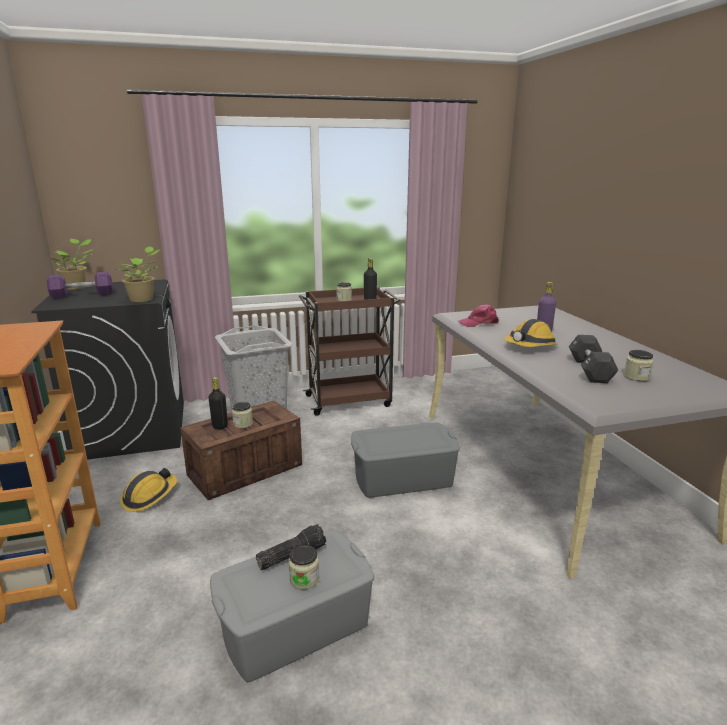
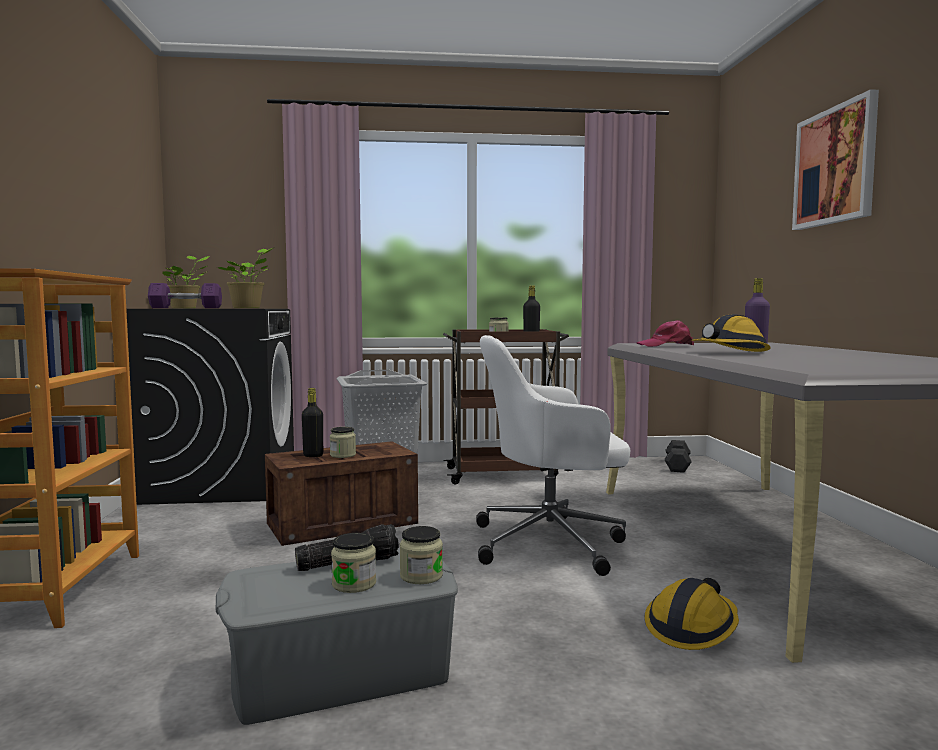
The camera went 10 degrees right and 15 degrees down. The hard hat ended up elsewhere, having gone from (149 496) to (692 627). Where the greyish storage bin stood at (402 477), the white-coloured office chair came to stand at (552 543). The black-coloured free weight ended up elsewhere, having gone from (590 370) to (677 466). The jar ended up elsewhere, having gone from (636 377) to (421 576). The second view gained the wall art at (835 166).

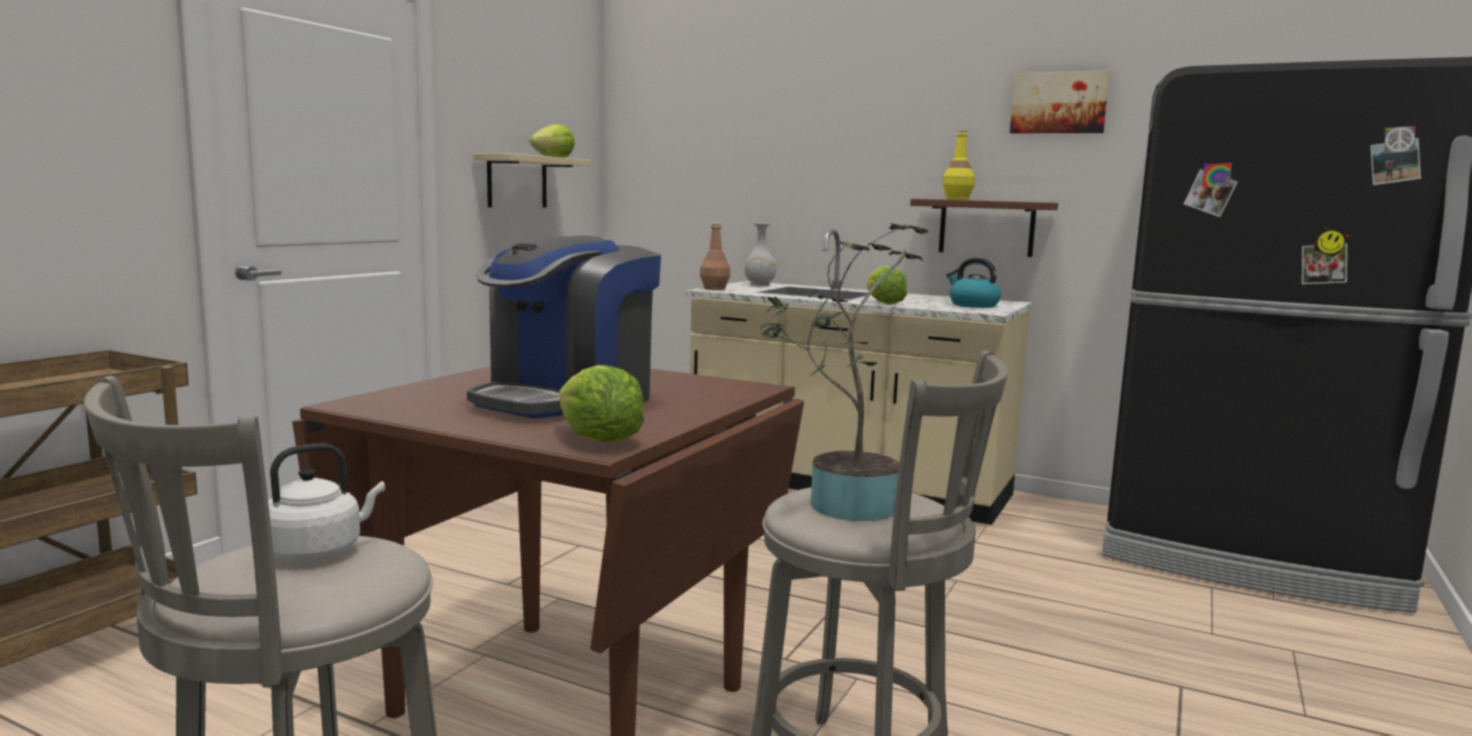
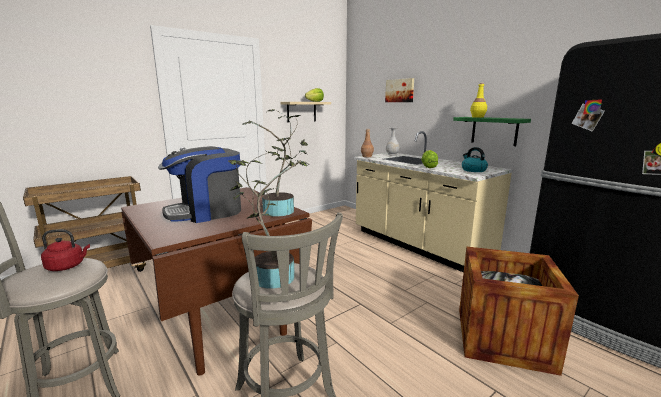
The camera went 25 degrees right and 5 degrees up. What was the white-coloured tea kettle at (318 551) turned into the red tea kettle at (67 266). The second view lost the head of lettuce at (598 441). What was the brown wall shelf at (986 227) turned into the green wall shelf at (494 131). The wall art ended up elsewhere, having gone from (1059 103) to (400 90). The second view gained the plant in a pot at (281 212). The second view gained the crate at (503 338).

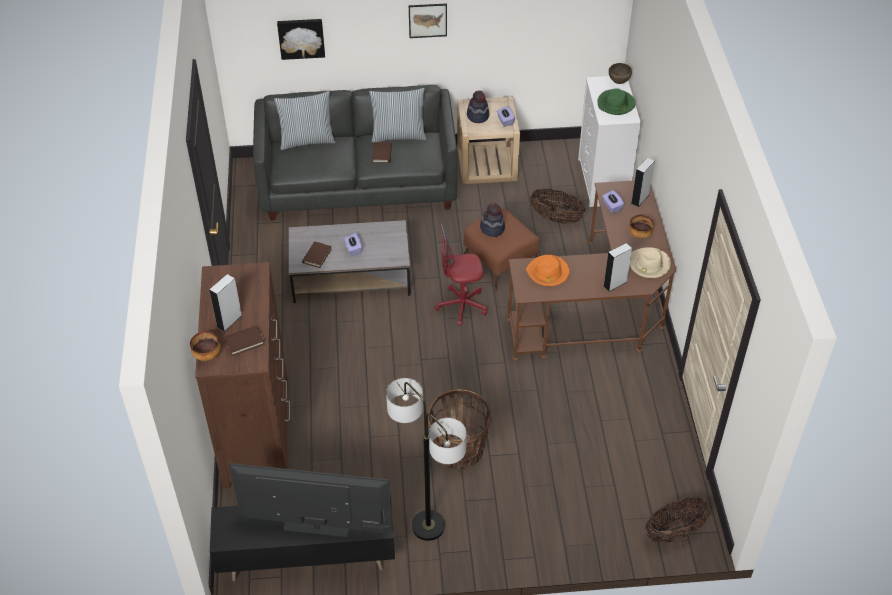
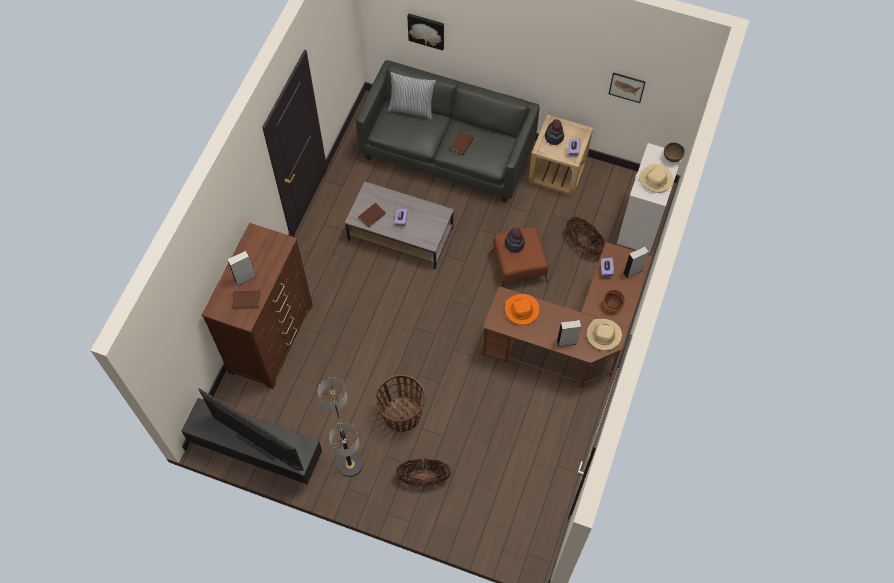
The camera went 25 degrees right and 15 degrees up. The second view lost the serving bowl at (207 355). The second view lost the throw pillow at (398 135). The wall art ended up elsewhere, having gone from (427 20) to (627 87). The second view lost the red office chair at (461 306). What was the green hat at (616 104) turned into the beige hat at (656 180). The household basket ended up elsewhere, having gone from (674 532) to (423 477).

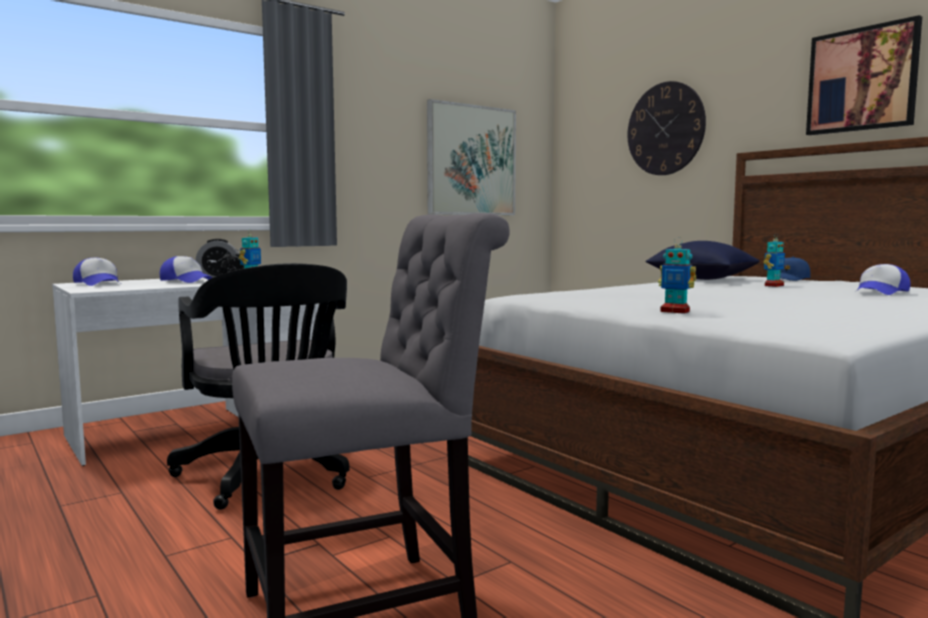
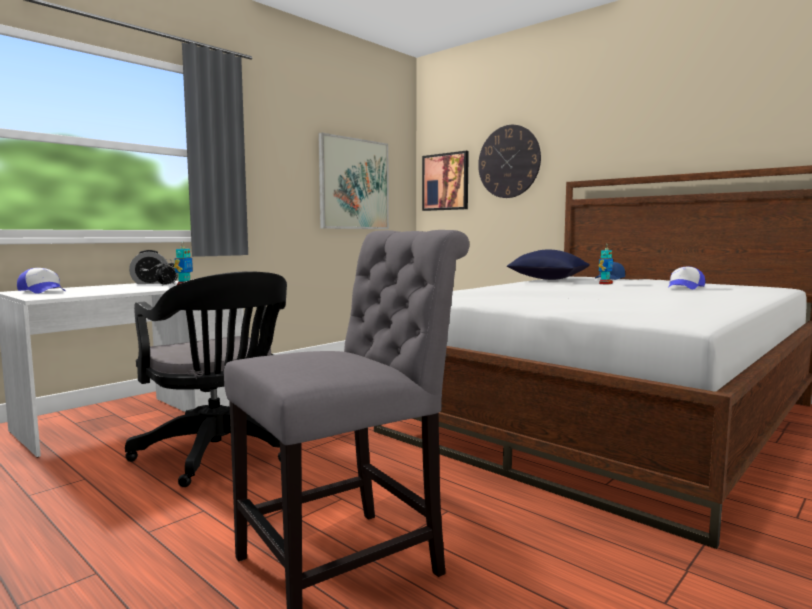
The camera went 10 degrees left and 0 degrees up. The second view lost the baseball cap at (187 281). The second view lost the toy robot at (675 311). The wall art ended up elsewhere, having gone from (862 79) to (445 182).

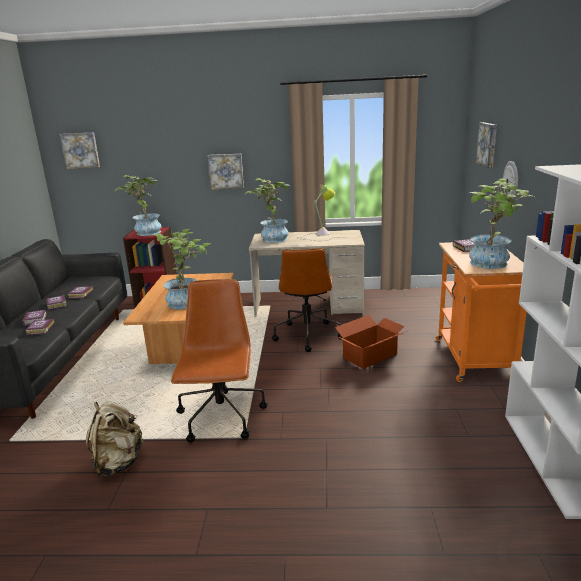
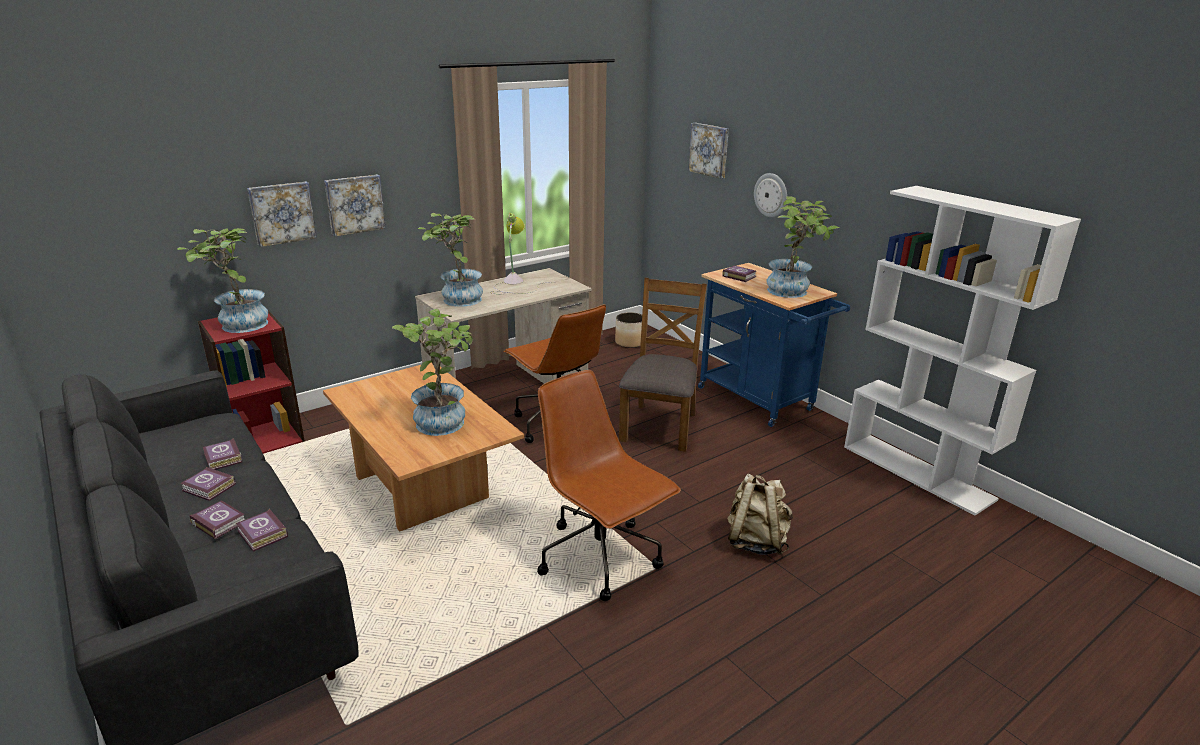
The camera went 40 degrees left and 5 degrees up. The wall art ended up elsewhere, having gone from (80 150) to (282 213). The beige backpack ended up elsewhere, having gone from (118 463) to (756 542). Where the packing box stood at (370 356), the brown plain chair came to stand at (660 426). What was the orange trolley at (476 362) turned into the blue trolley at (760 401). The second view gained the flower pot at (630 342).

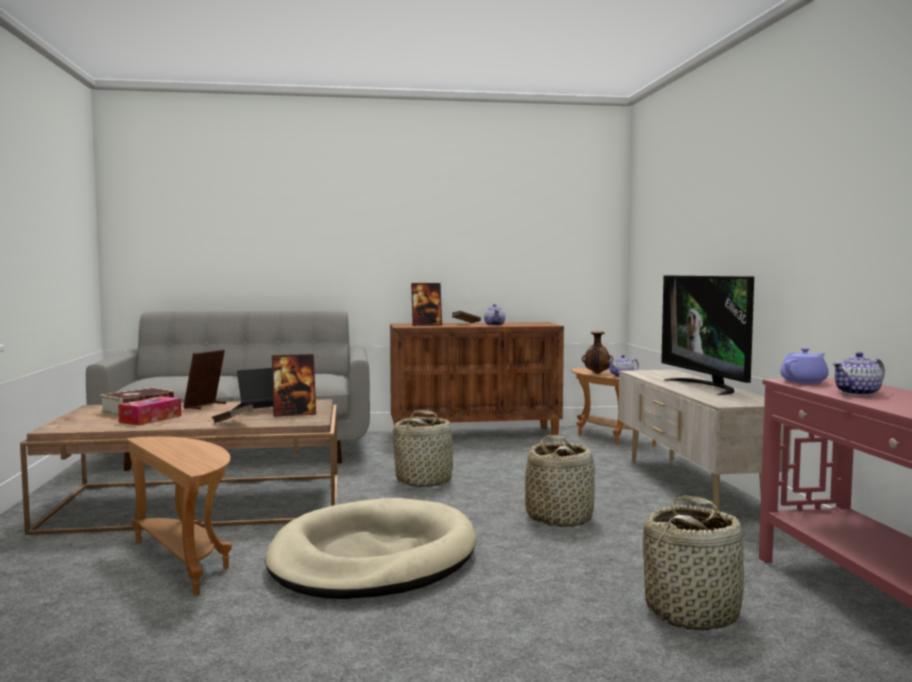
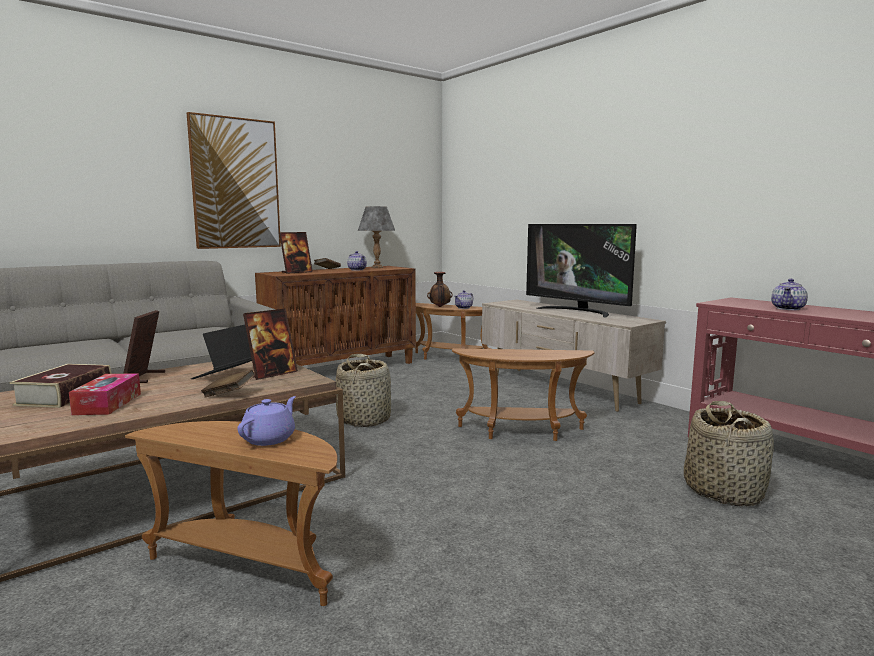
The camera went 30 degrees left and 5 degrees up. The second view lost the beige dog cushion at (373 558). Where the household basket stood at (560 518), the brown side table came to stand at (521 433). The purple-coloured teapot ended up elsewhere, having gone from (804 381) to (269 438). The second view gained the wall art at (235 183). The second view gained the greyish table lamp at (377 267).

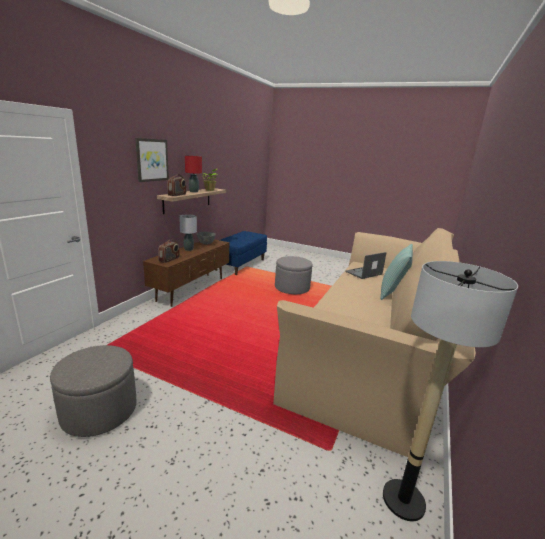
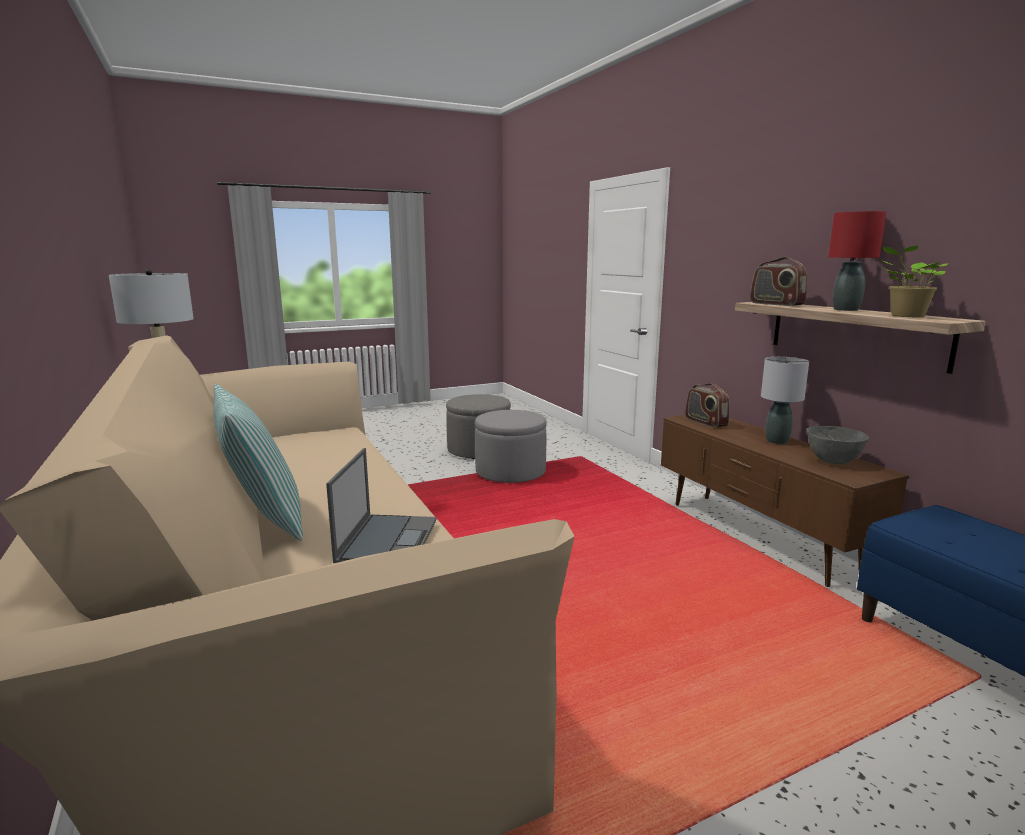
The camera went 130 degrees right and 5 degrees down. The second view lost the wall art at (152 160). The greyish footrest ended up elsewhere, having gone from (292 288) to (510 472).

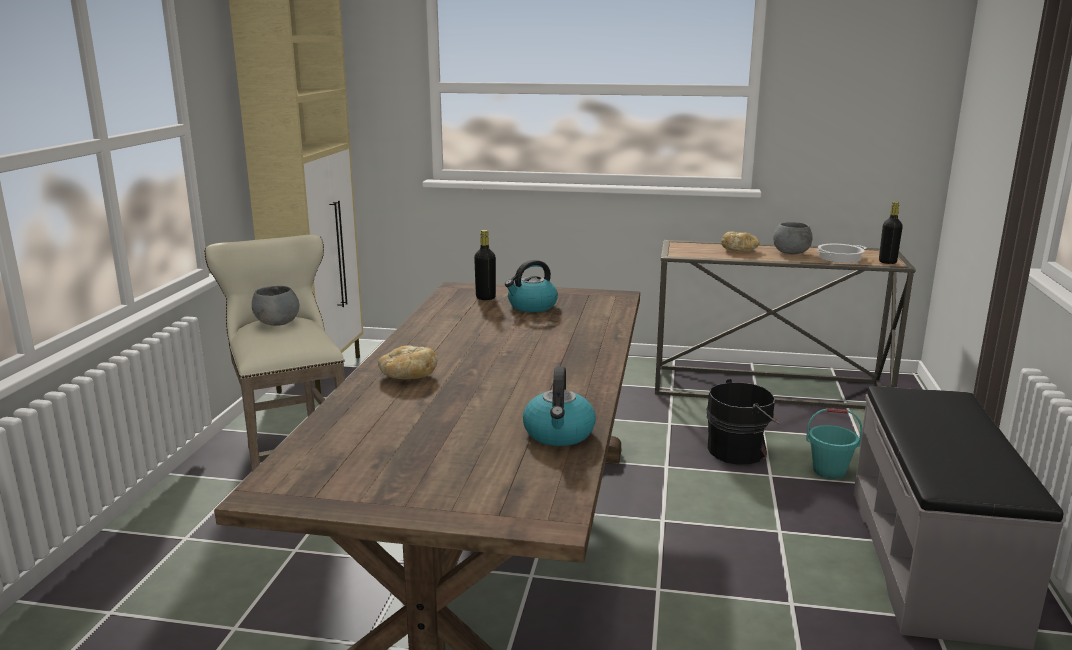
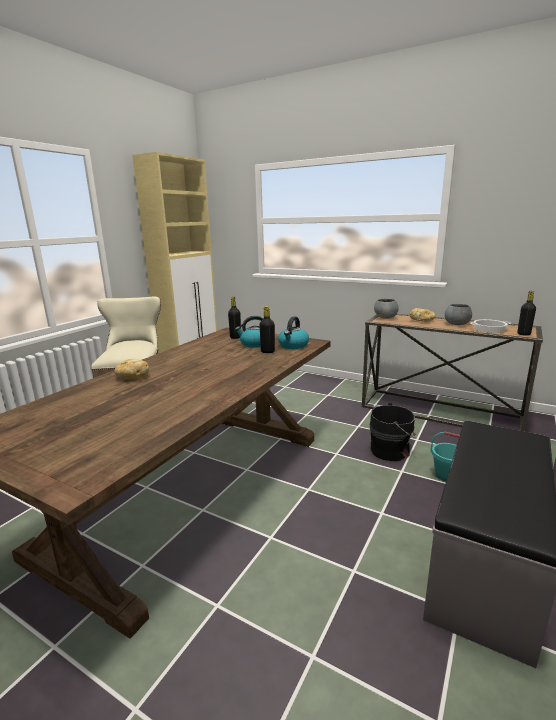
The camera went 20 degrees right and 0 degrees up. The greyish serving bowl ended up elsewhere, having gone from (277 323) to (385 317). The tea kettle ended up elsewhere, having gone from (559 434) to (293 345). The second view gained the black-coloured drink bottle at (267 351).

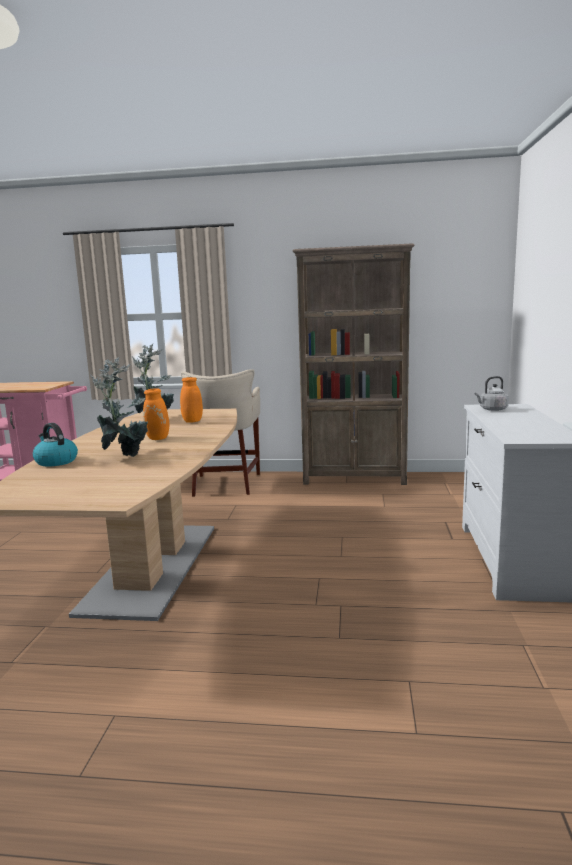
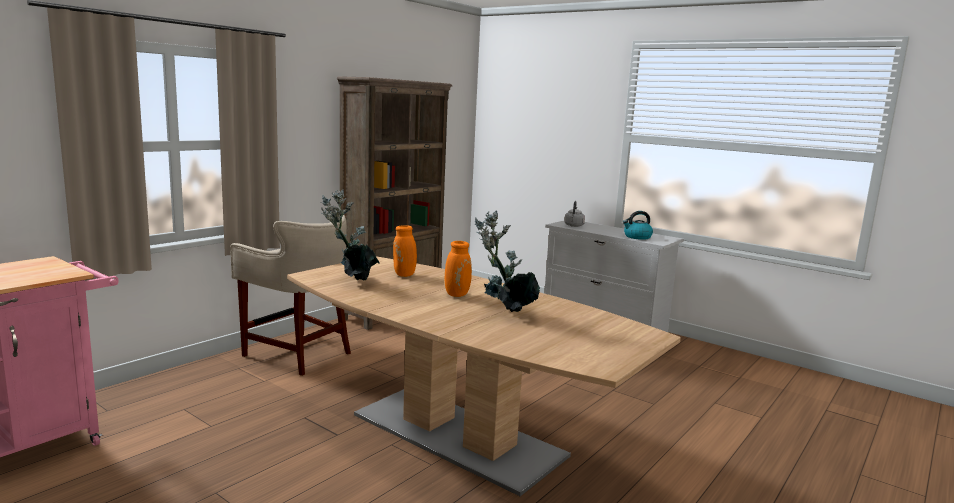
The camera went 60 degrees left and 0 degrees up. The tea kettle ended up elsewhere, having gone from (55 461) to (637 237).

